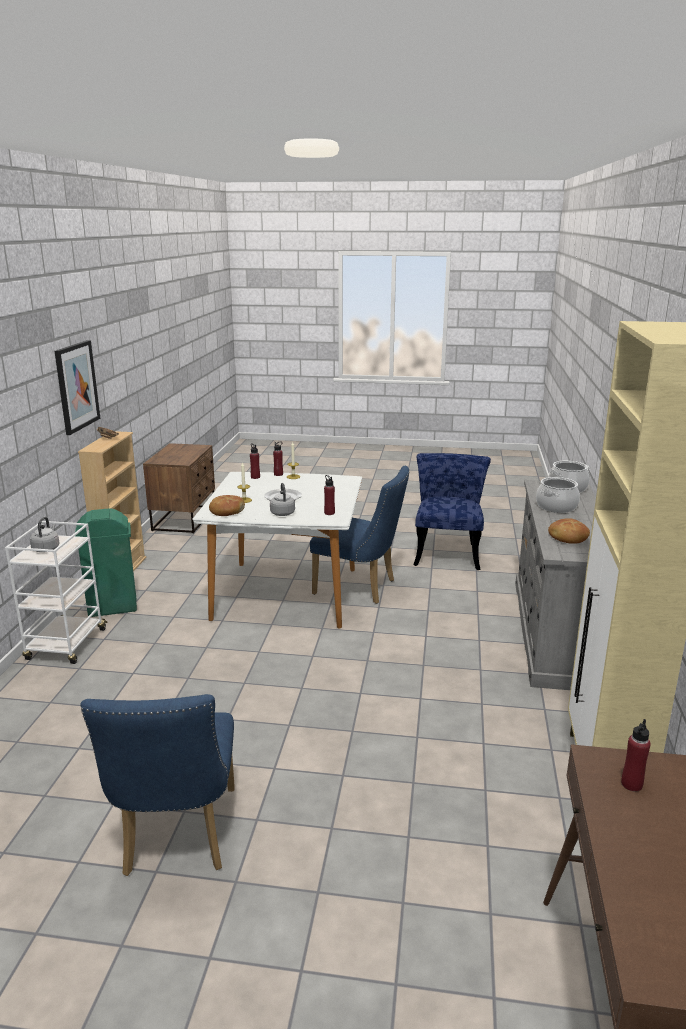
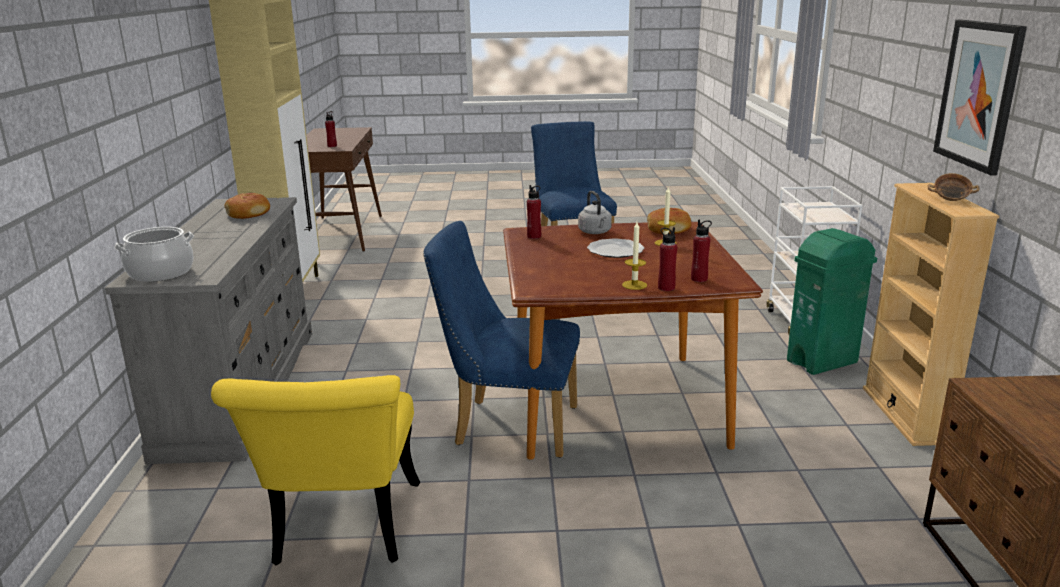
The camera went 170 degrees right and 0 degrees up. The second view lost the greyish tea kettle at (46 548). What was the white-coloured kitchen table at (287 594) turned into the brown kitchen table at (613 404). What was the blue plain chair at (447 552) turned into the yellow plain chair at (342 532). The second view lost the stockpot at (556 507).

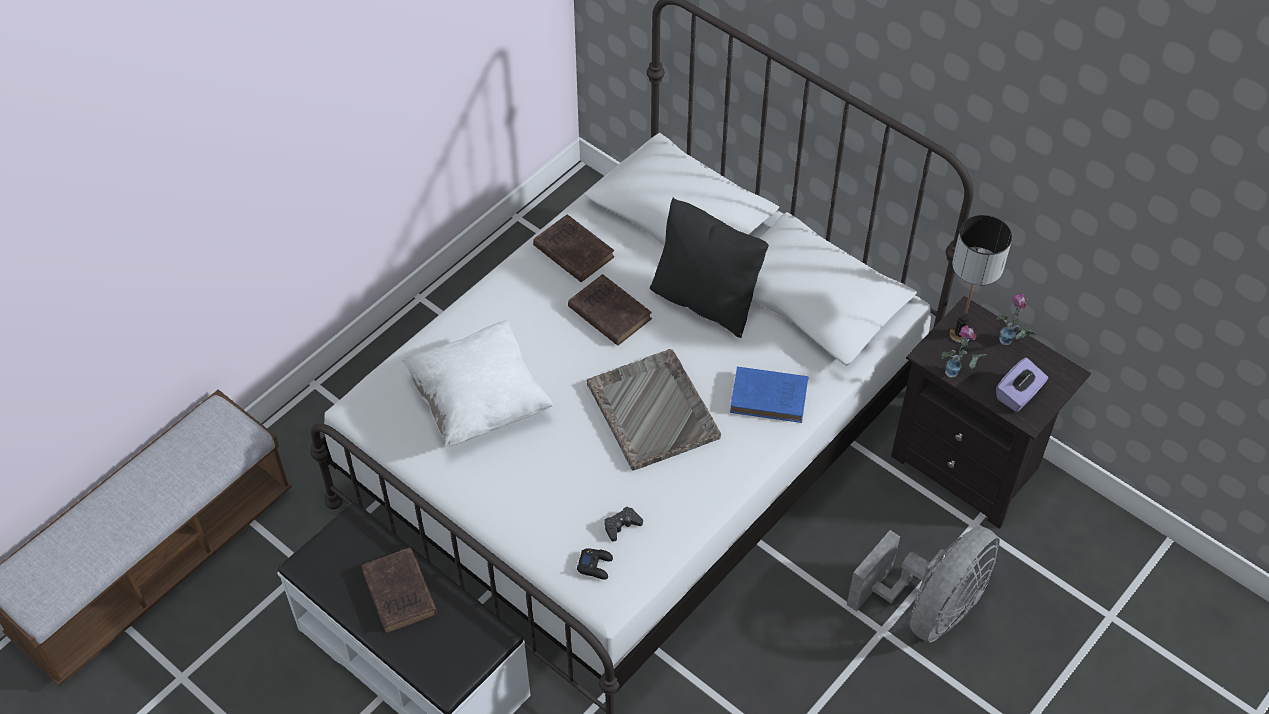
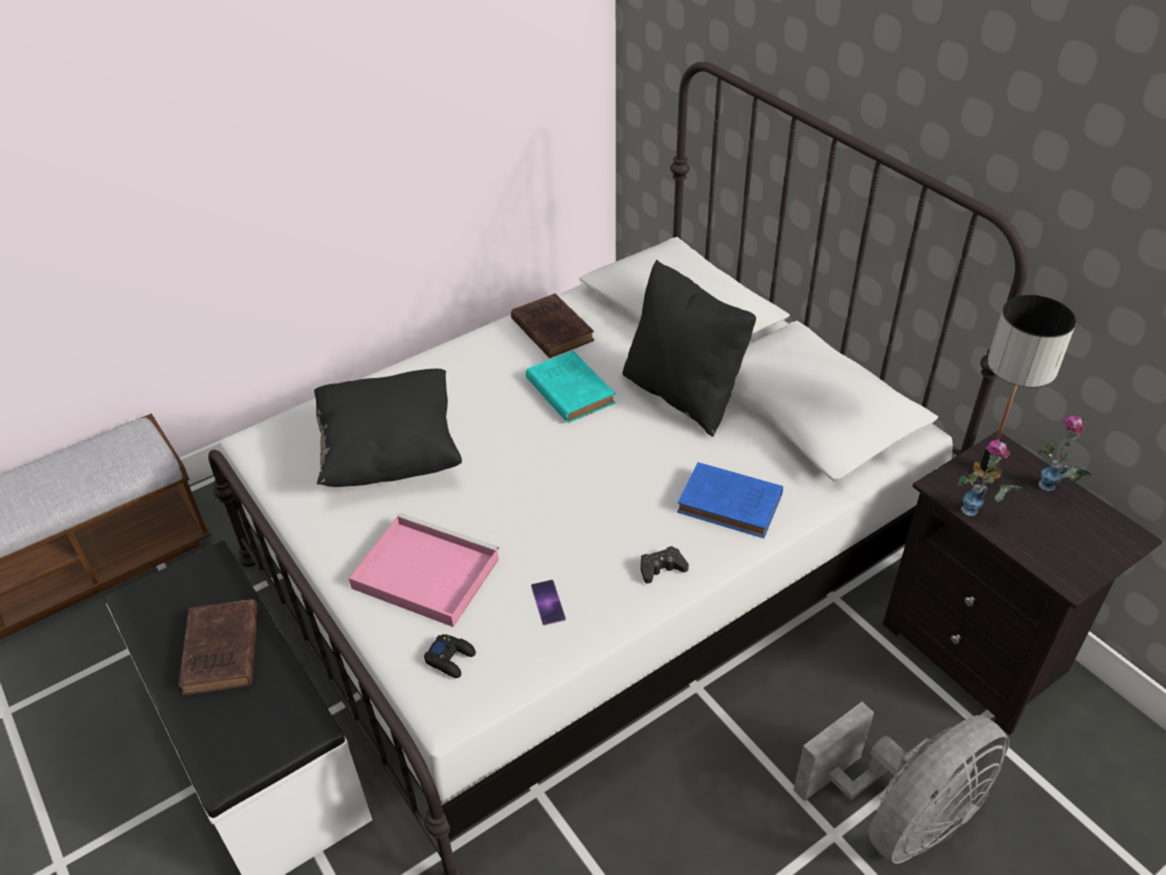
The camera went 15 degrees right and 10 degrees down. What was the white-coloured throw pillow at (479 401) turned into the black-coloured throw pillow at (391 454). What was the brown book at (608 312) turned into the turquoise book at (568 390). The second view lost the greyish carrying tray at (652 410). The black-coloured game controller ended up elsewhere, having gone from (621 526) to (661 568). The second view lost the purple-coloured box of tissues at (1018 395). The second view gained the pinkish carrying tray at (423 573). The second view gained the handset at (548 602).

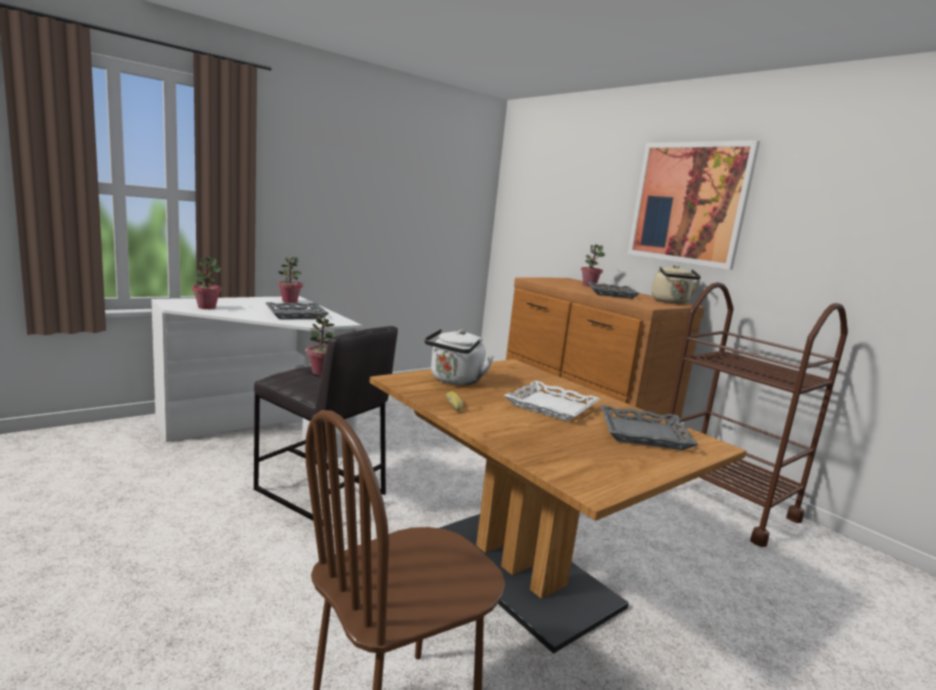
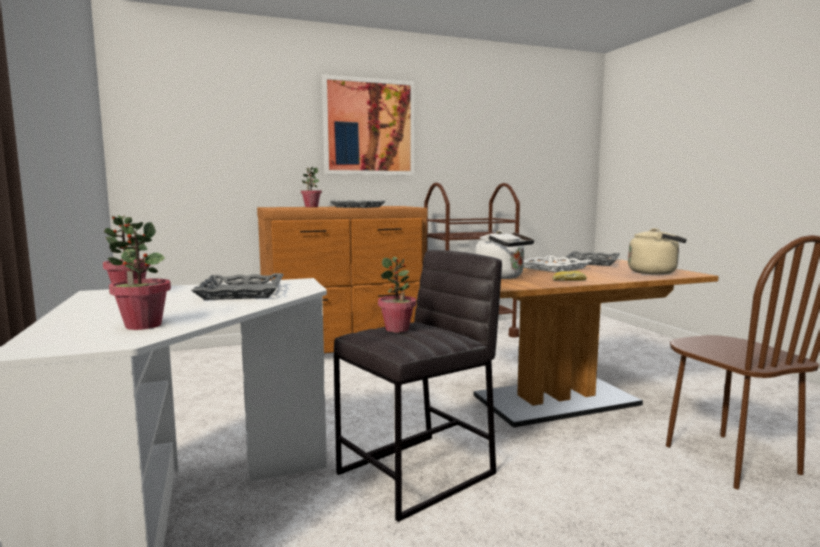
The camera went 70 degrees left and 5 degrees down. The beige tea kettle ended up elsewhere, having gone from (671 302) to (655 272).

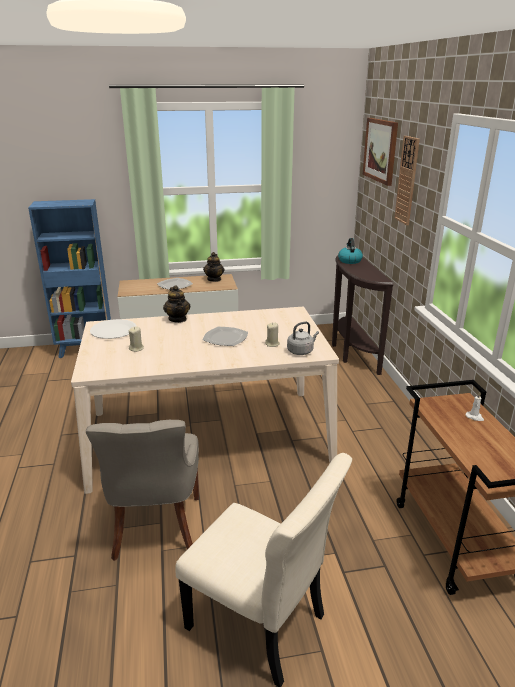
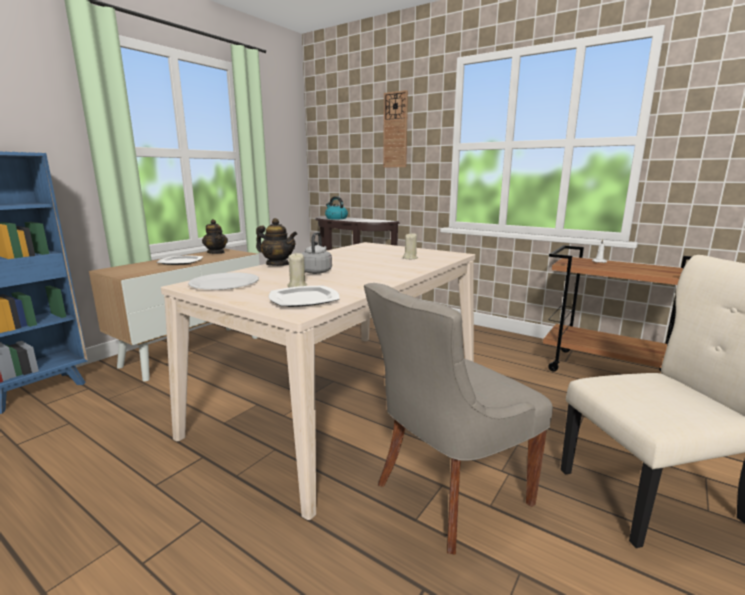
The camera went 45 degrees left and 10 degrees down. The greyish plain chair at (155 528) ended up facing another way, 105 degrees clockwise from before. The flat dish ended up elsewhere, having gone from (225 338) to (303 299). The greyish tea kettle ended up elsewhere, having gone from (301 351) to (317 271). The second view lost the wall art at (380 150).

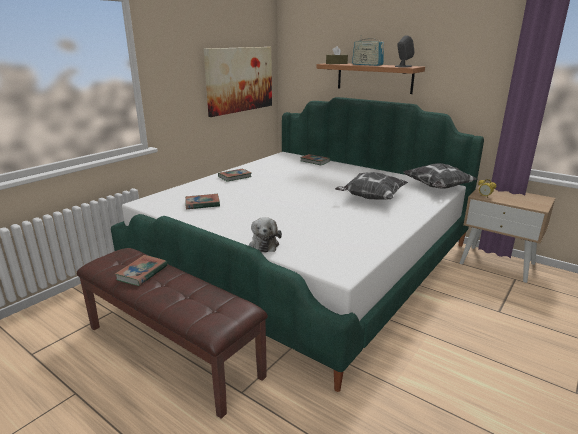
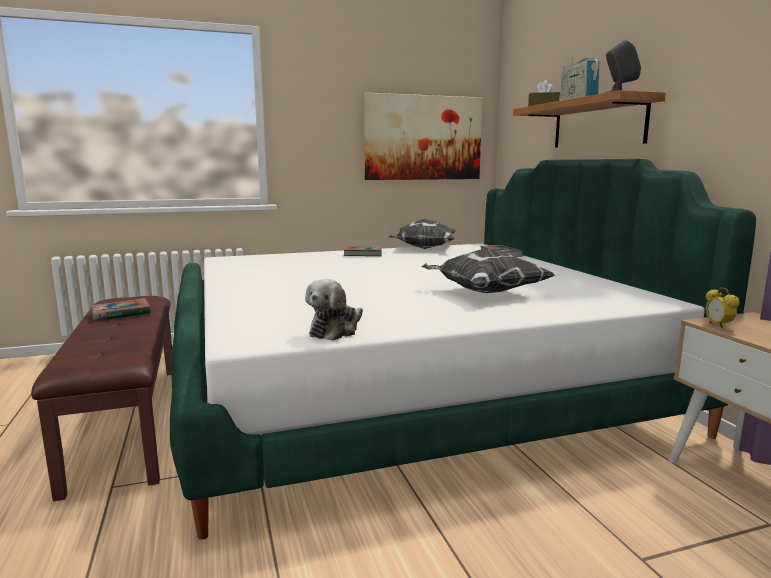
The camera went 35 degrees right and 10 degrees down. The second view lost the book at (202 204). The soft toy ended up elsewhere, having gone from (264 244) to (336 330). The throw pillow ended up elsewhere, having gone from (437 188) to (423 249).

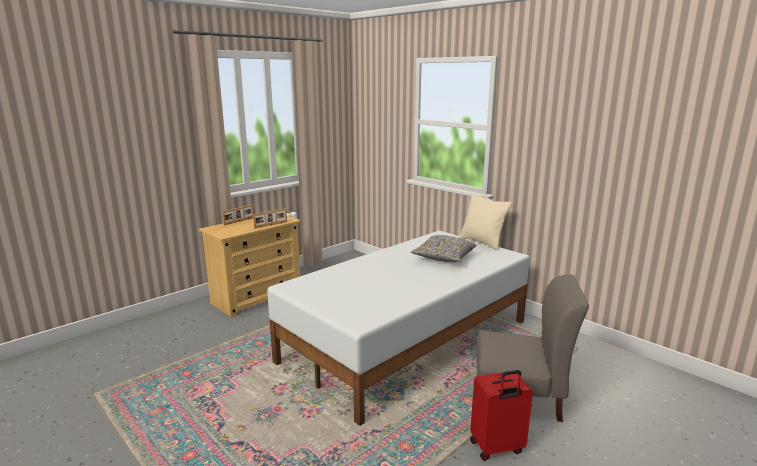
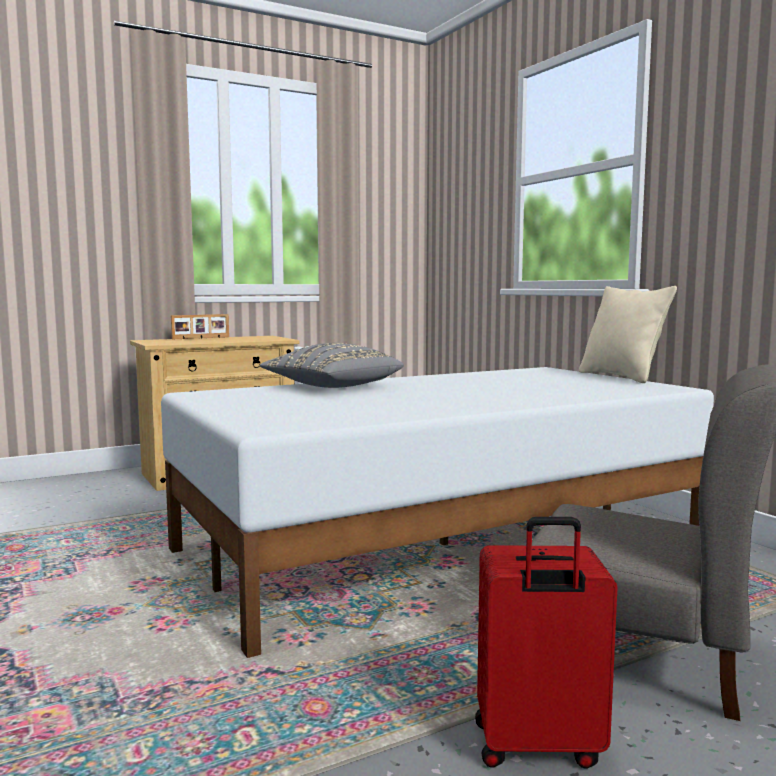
The camera went 15 degrees right and 10 degrees down. The second view lost the picture frame at (271 225). The greyish throw pillow ended up elsewhere, having gone from (443 259) to (332 387).

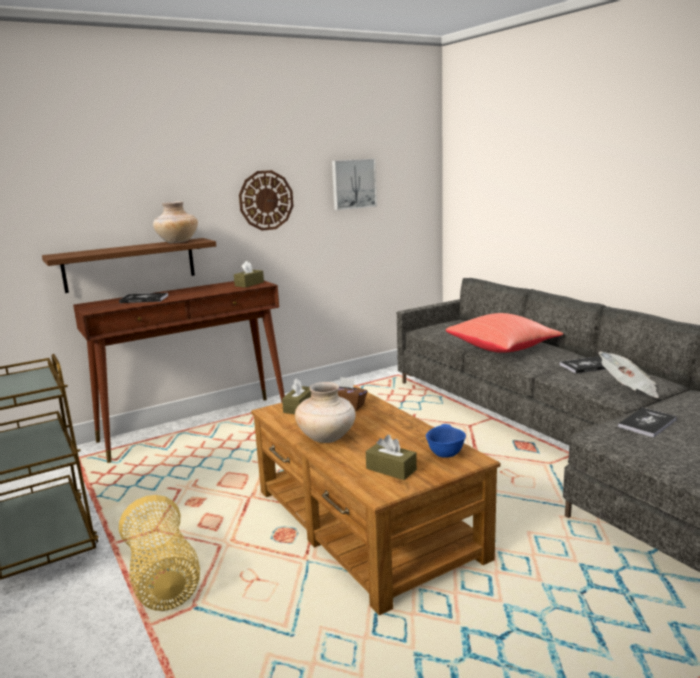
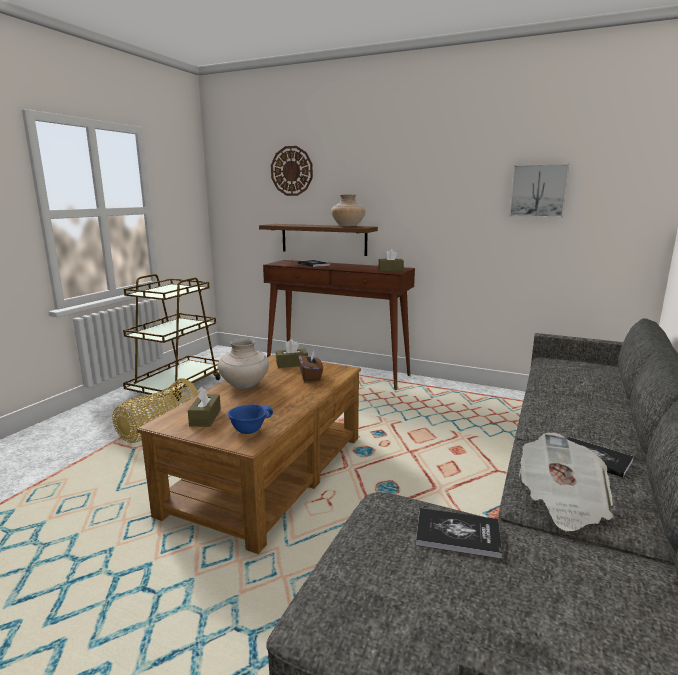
The camera went 55 degrees right and 0 degrees up. The clock on the wall ended up elsewhere, having gone from (266 200) to (292 171). The second view lost the red throw pillow at (502 348).

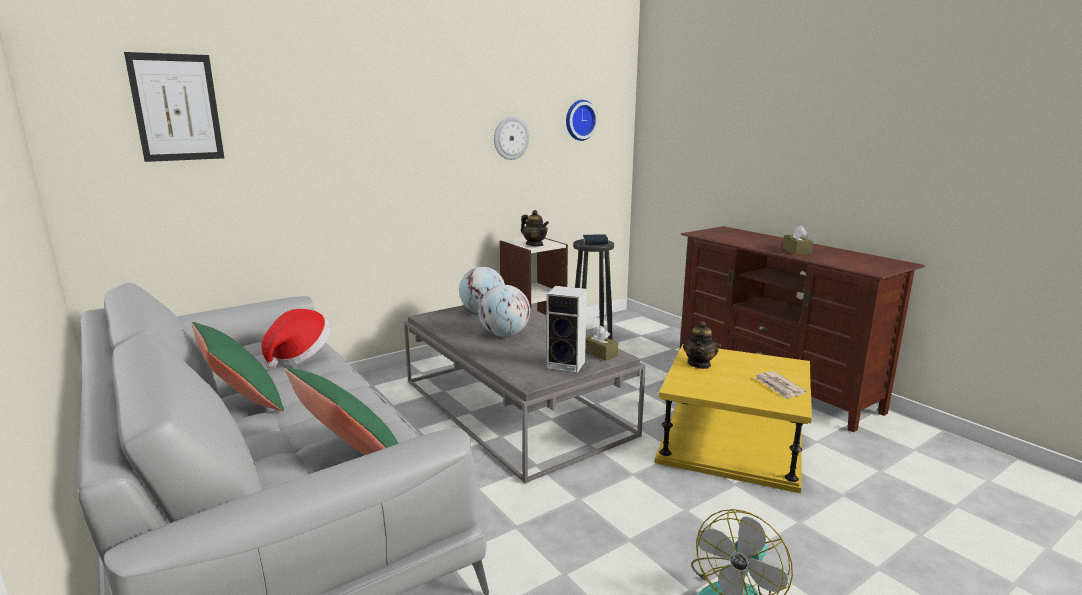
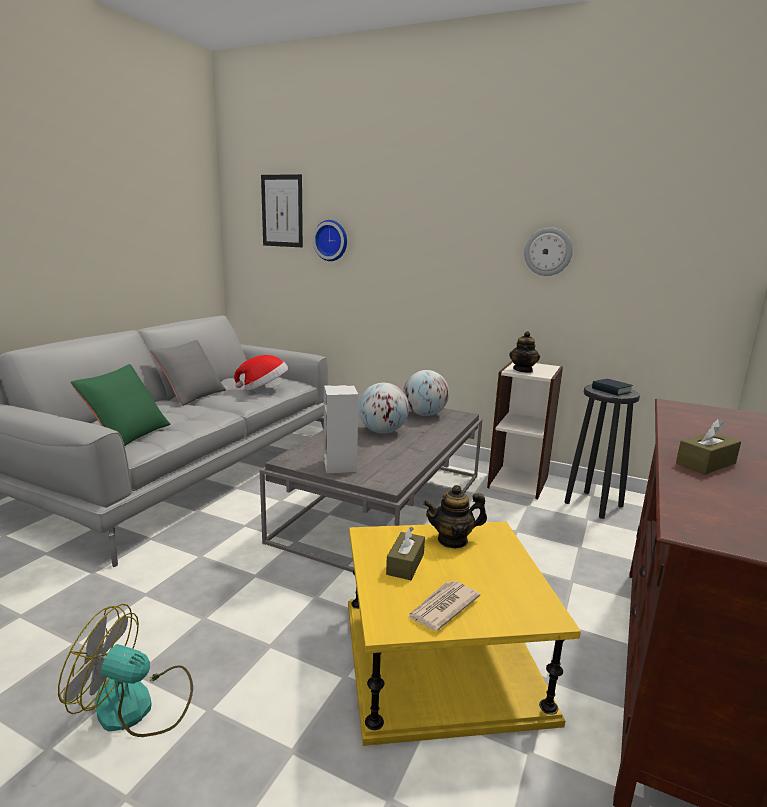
The camera went 60 degrees right and 0 degrees up. What was the green throw pillow at (242 401) turned into the greyish throw pillow at (191 395). The clock on the wall ended up elsewhere, having gone from (579 120) to (331 240). The brown box of tissues ended up elsewhere, having gone from (599 353) to (405 564).

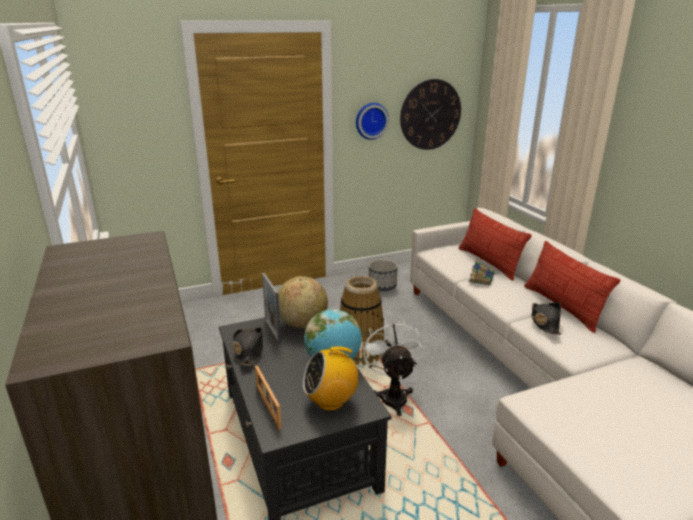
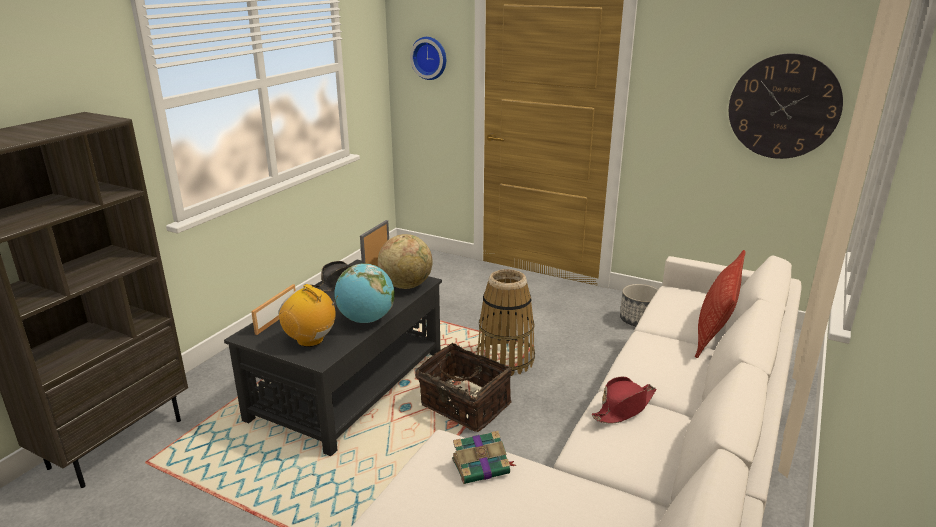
The camera went 50 degrees right and 0 degrees up. The clock on the wall ended up elsewhere, having gone from (371 120) to (430 58). Where the white-coloured fan stood at (392 395), the household basket came to stand at (463 406). The book ended up elsewhere, having gone from (481 278) to (482 466). The second view lost the throw pillow at (562 307). What was the black-coloured hat at (544 322) turned into the red hat at (624 408).

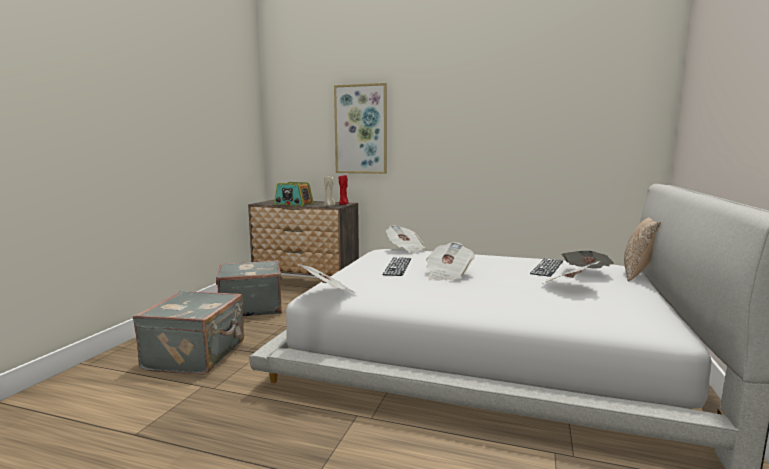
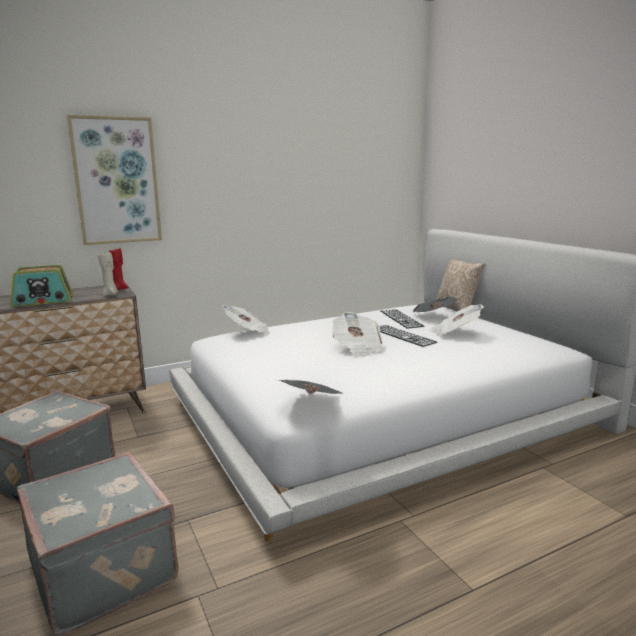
The camera went 45 degrees left and 5 degrees up. The PC keyboard ended up elsewhere, having gone from (397 266) to (402 335).

